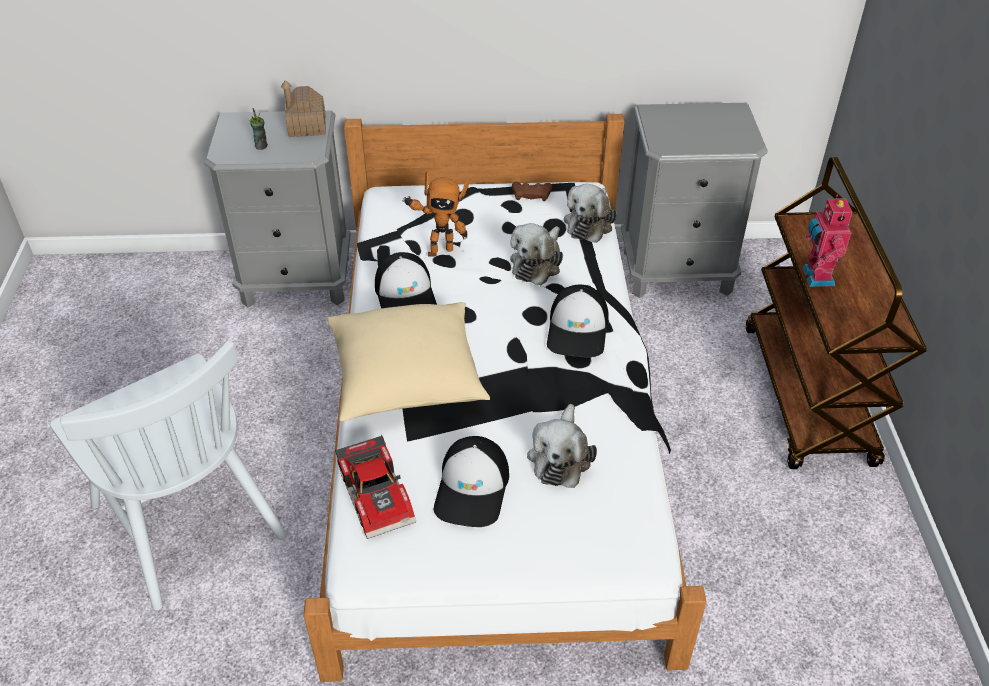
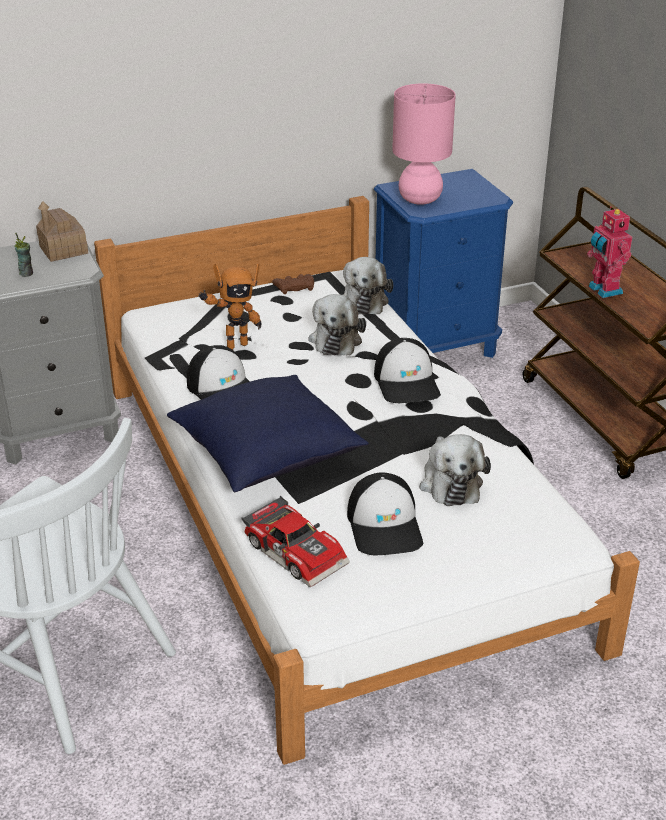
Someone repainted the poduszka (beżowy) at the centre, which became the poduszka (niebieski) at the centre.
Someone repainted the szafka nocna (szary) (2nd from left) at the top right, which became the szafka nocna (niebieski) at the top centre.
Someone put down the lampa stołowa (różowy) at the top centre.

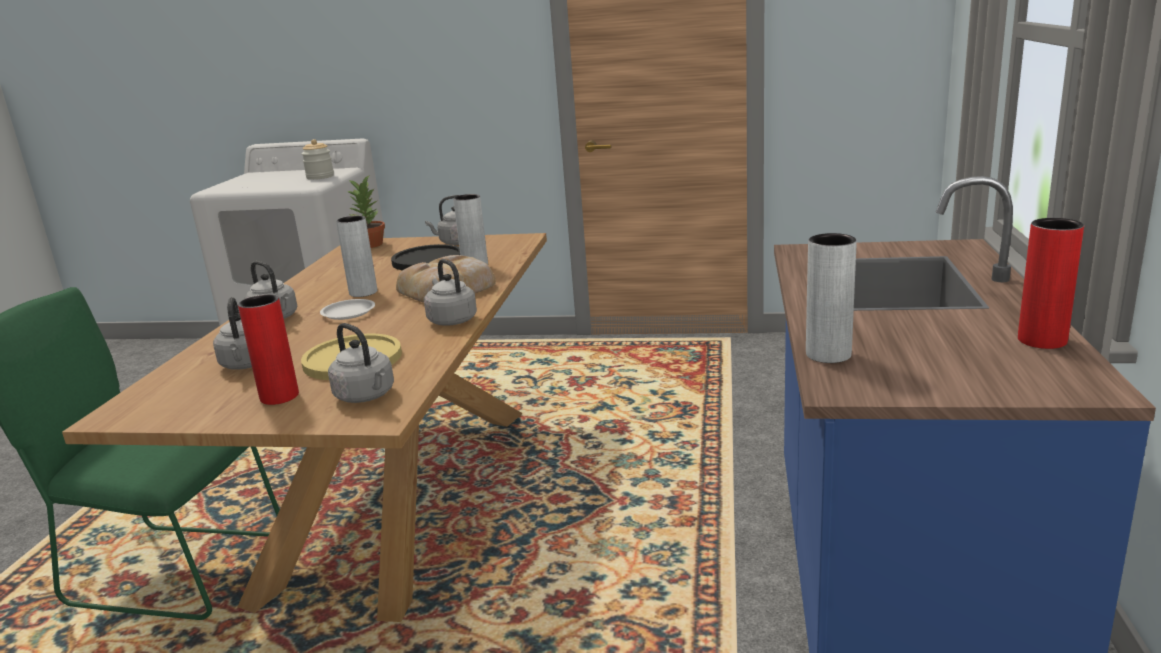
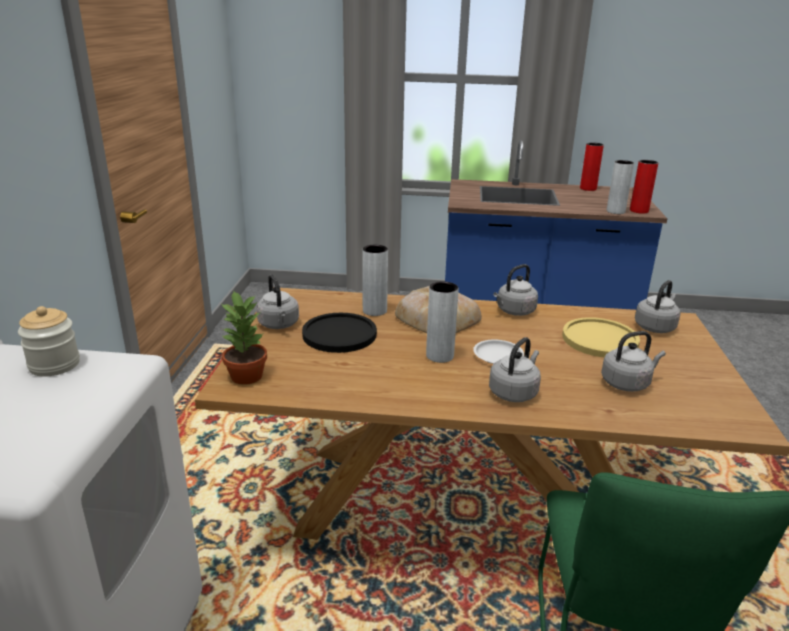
Someone carried the wazon (czerwony) (1st from left in the first image) from the middle left to the top right.

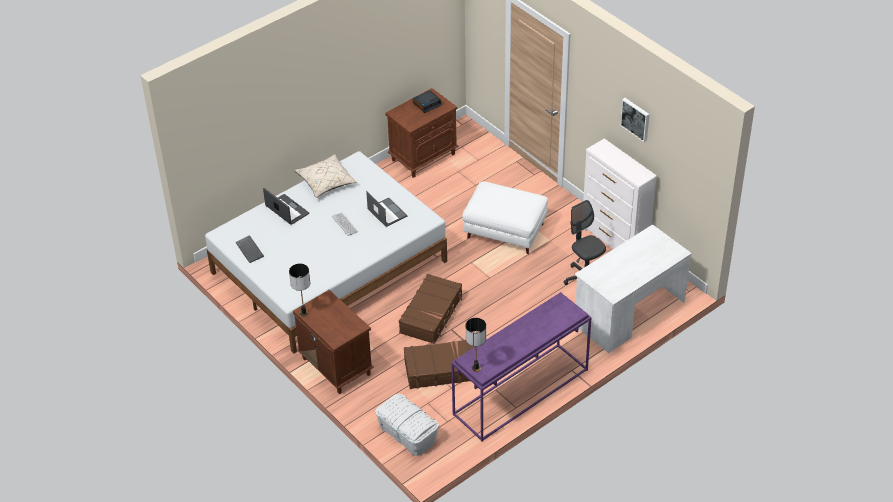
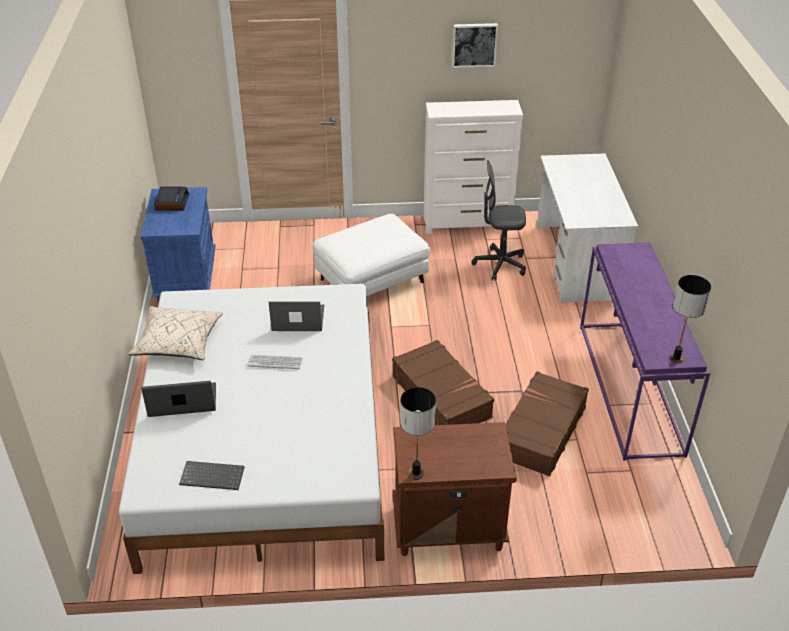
Someone repainted the szafka nocna (brązowy) (2nd from left) at the top centre, which became the szafka nocna (niebieski) at the middle left.
Someone took away the pojemnik do przechowywania (biały) at the bottom centre.

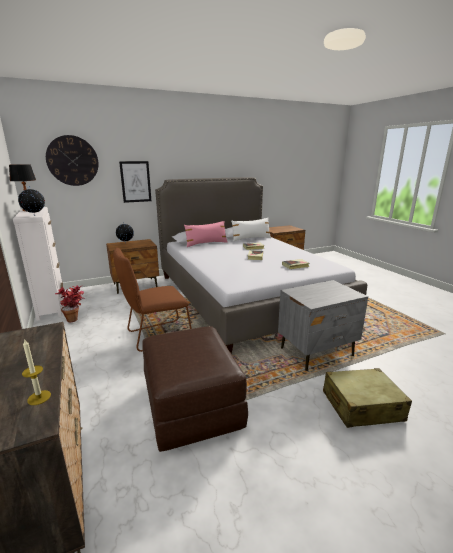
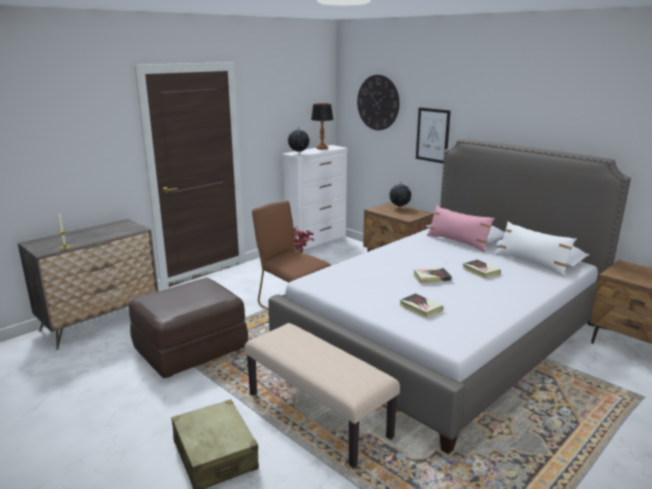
Someone swapped the szafka nocna (szary) at the middle right for the ławka (beżowy) at the bottom centre.

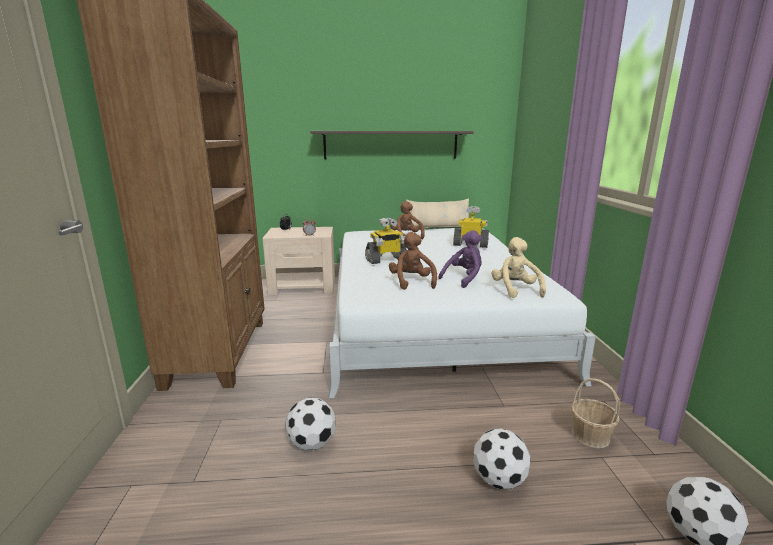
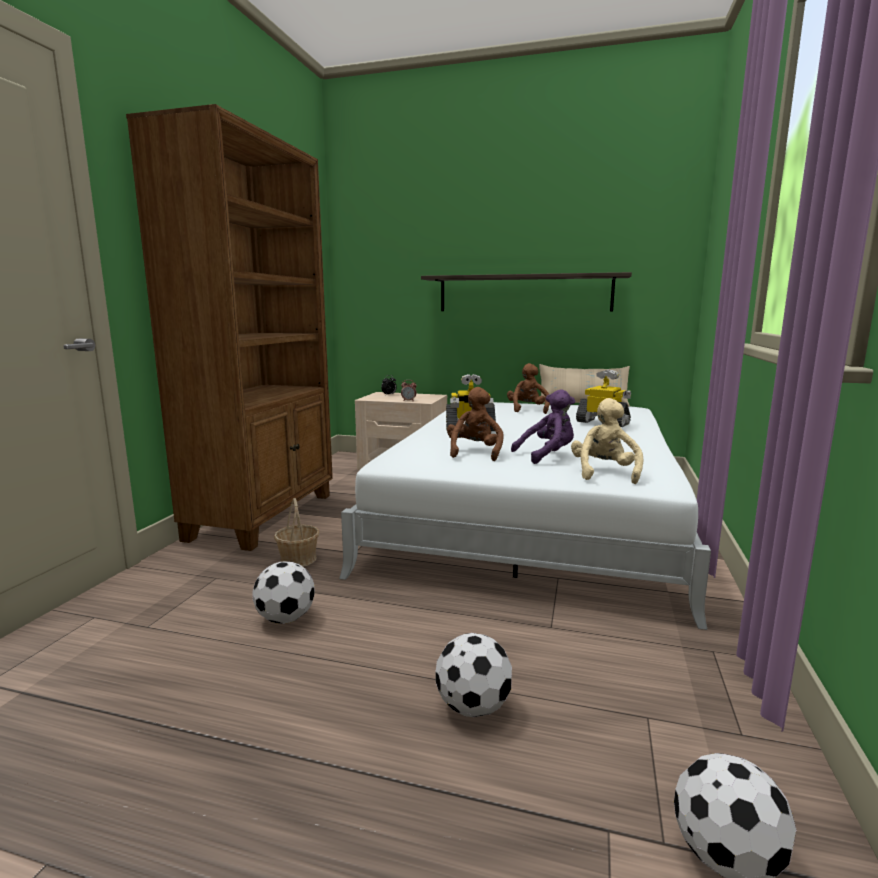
Someone carried the koszyk from the bottom right to the centre.

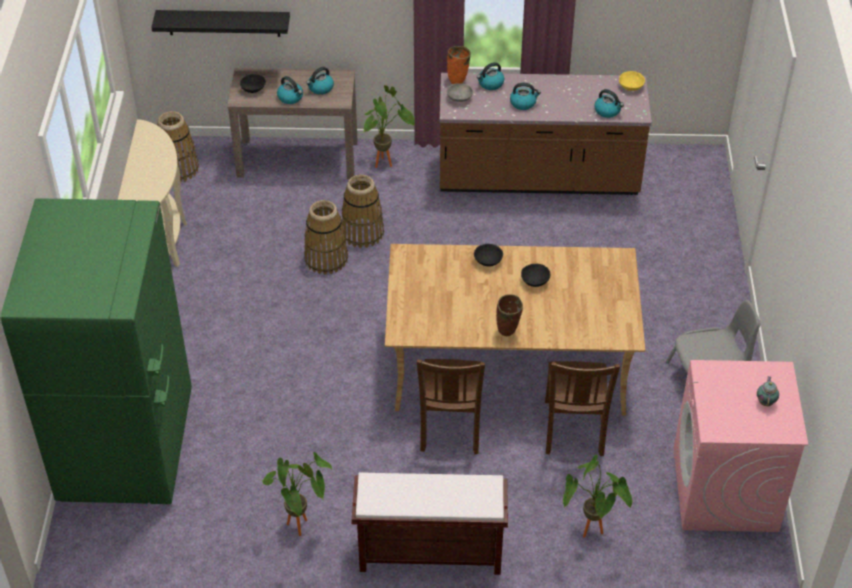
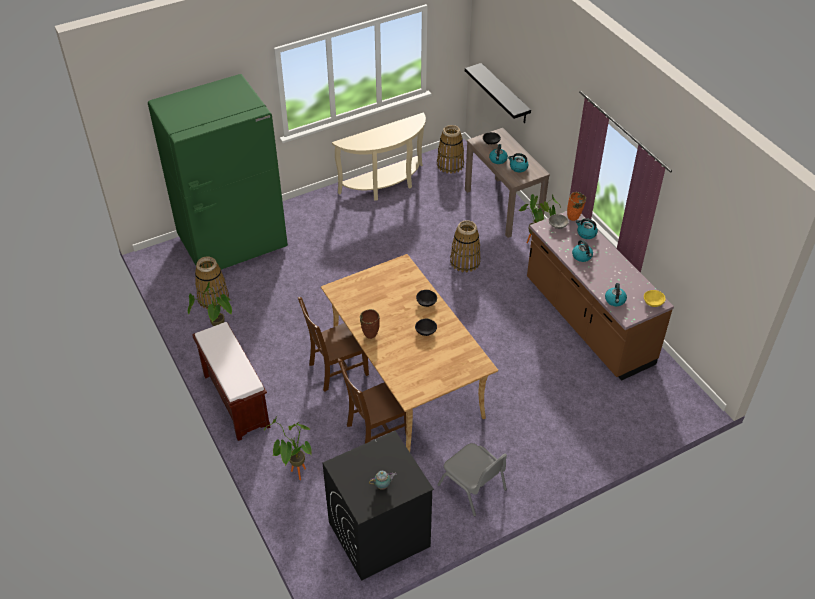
Someone carried the koszyk (2nd from left in the first image) from the centre to the middle left.
Someone repainted the pralka (różowy) at the bottom right, which became the pralka (czarny) at the bottom centre.

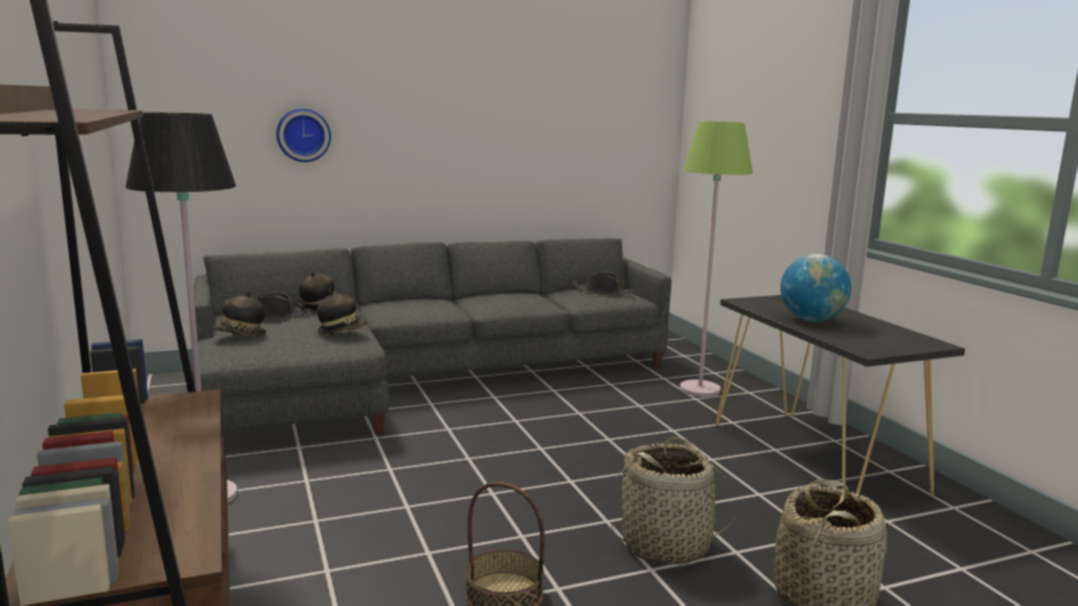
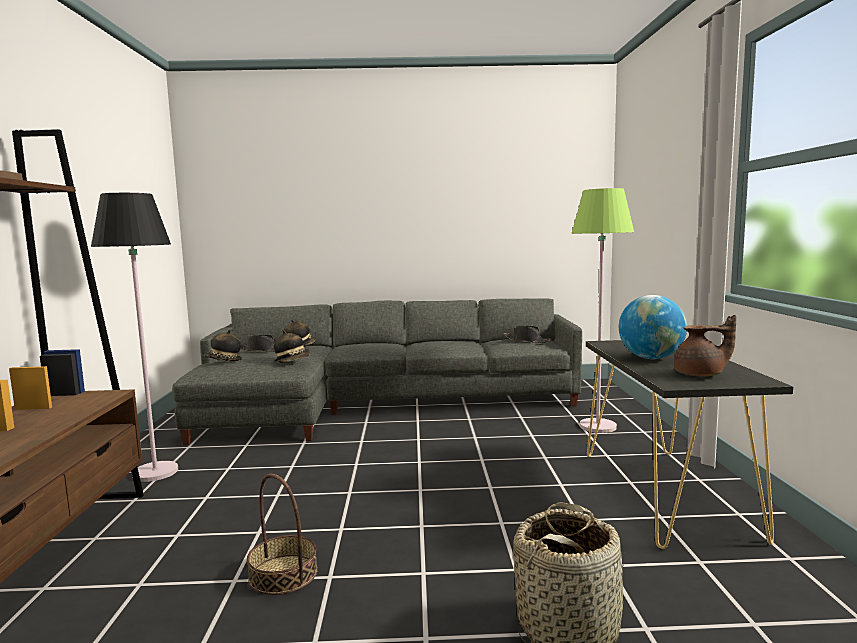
Someone put down the imbryk (brązowy) at the middle right.
Someone took away the zegar ścienny at the top left.
Someone took away the koszyk (2nd from left) at the bottom centre.

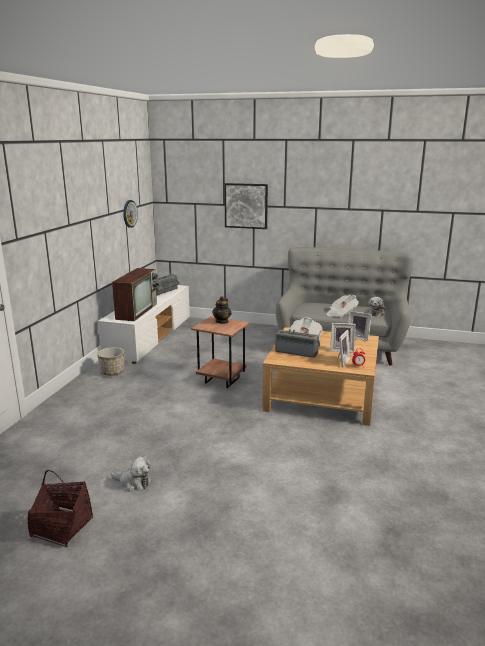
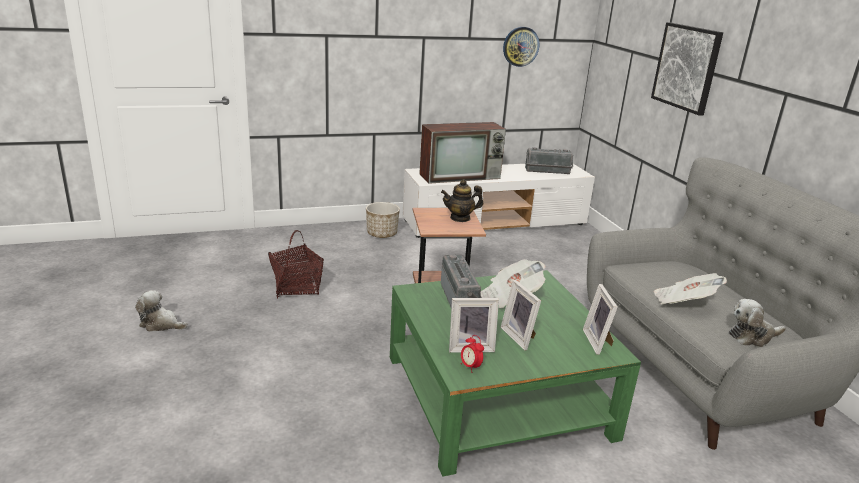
Someone rotated the pluszak (1st from left) at the bottom left by 120 degrees clockwise.
Someone carried the koszyk from the bottom left to the centre.
Someone repainted the ława (beżowy) at the centre, which became the ława (zielony) at the bottom centre.

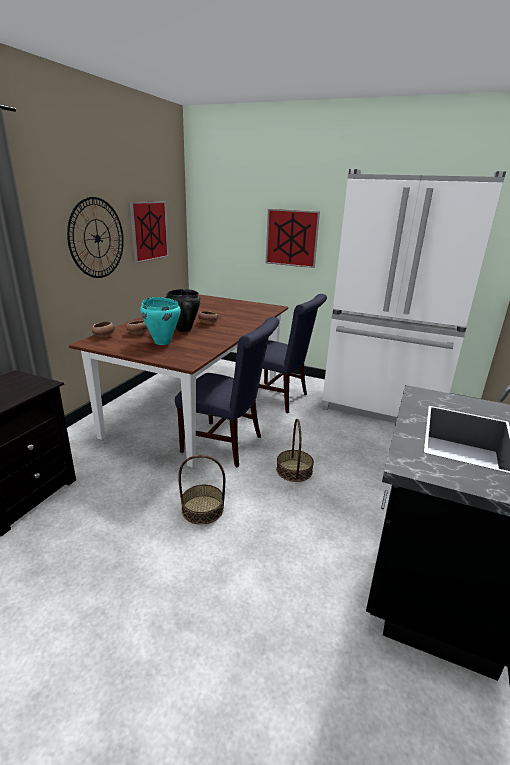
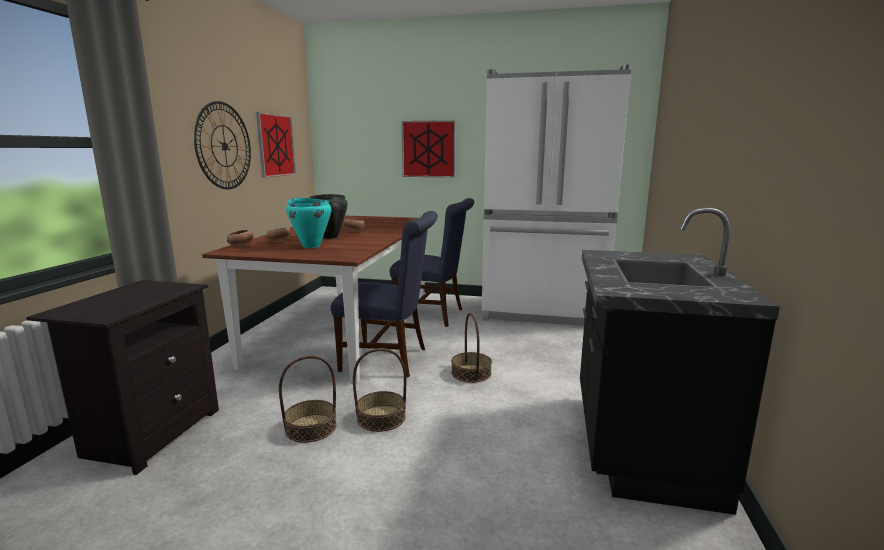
Someone put down the koszyk (1st from left) at the bottom centre.

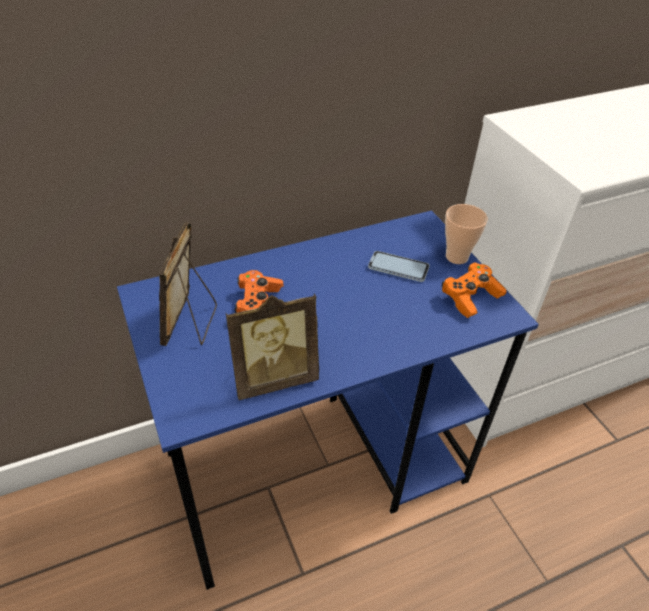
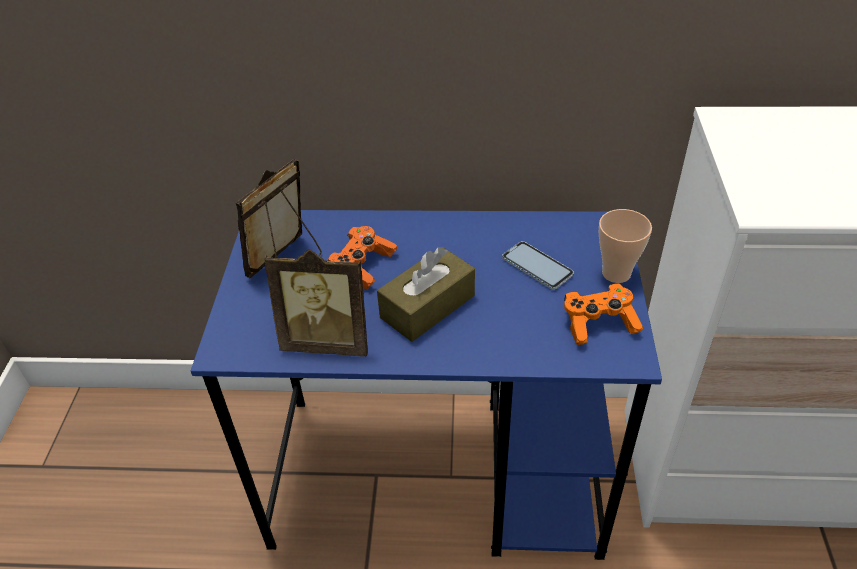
Someone put down the pudełko chusteczek (brązowy) at the centre.

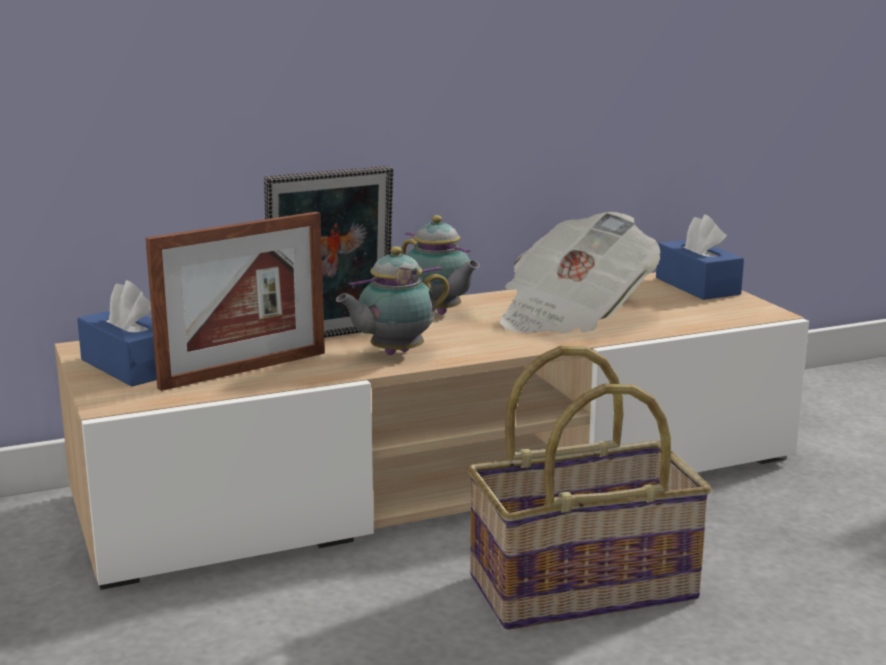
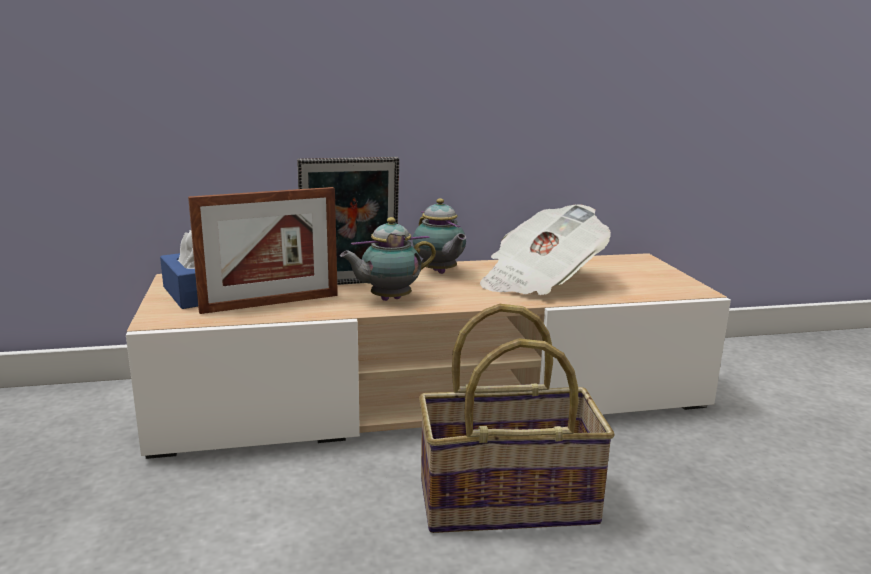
Someone took away the pudełko chusteczek (niebieski) (2nd from left) at the middle right.

